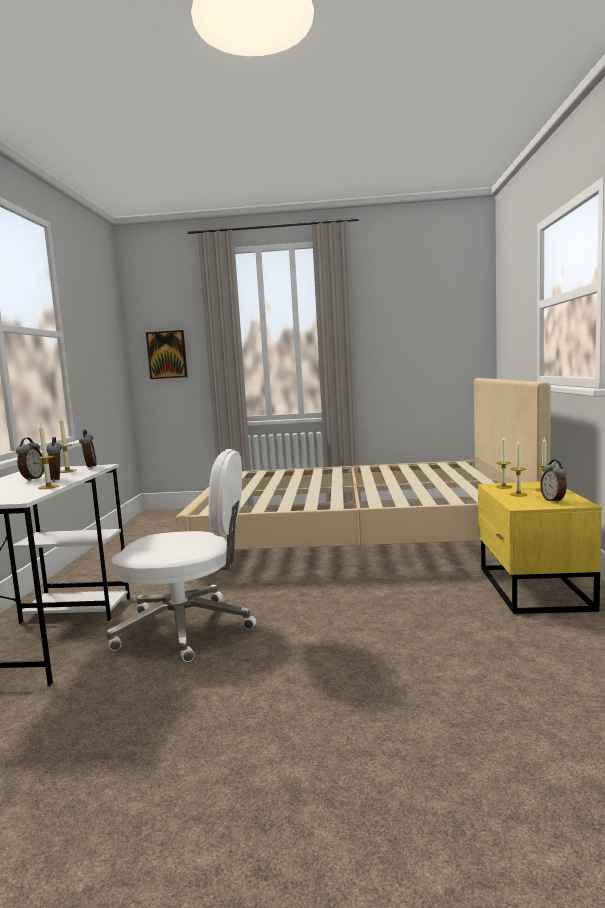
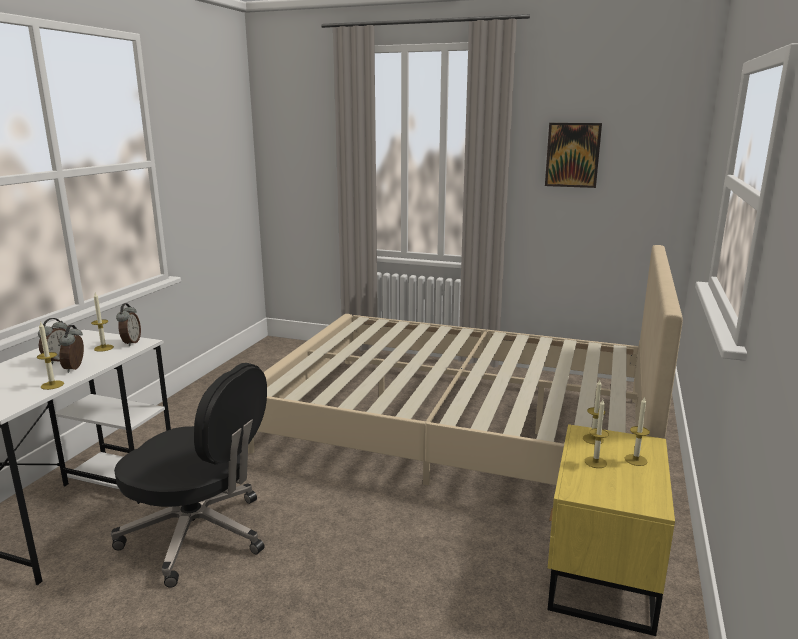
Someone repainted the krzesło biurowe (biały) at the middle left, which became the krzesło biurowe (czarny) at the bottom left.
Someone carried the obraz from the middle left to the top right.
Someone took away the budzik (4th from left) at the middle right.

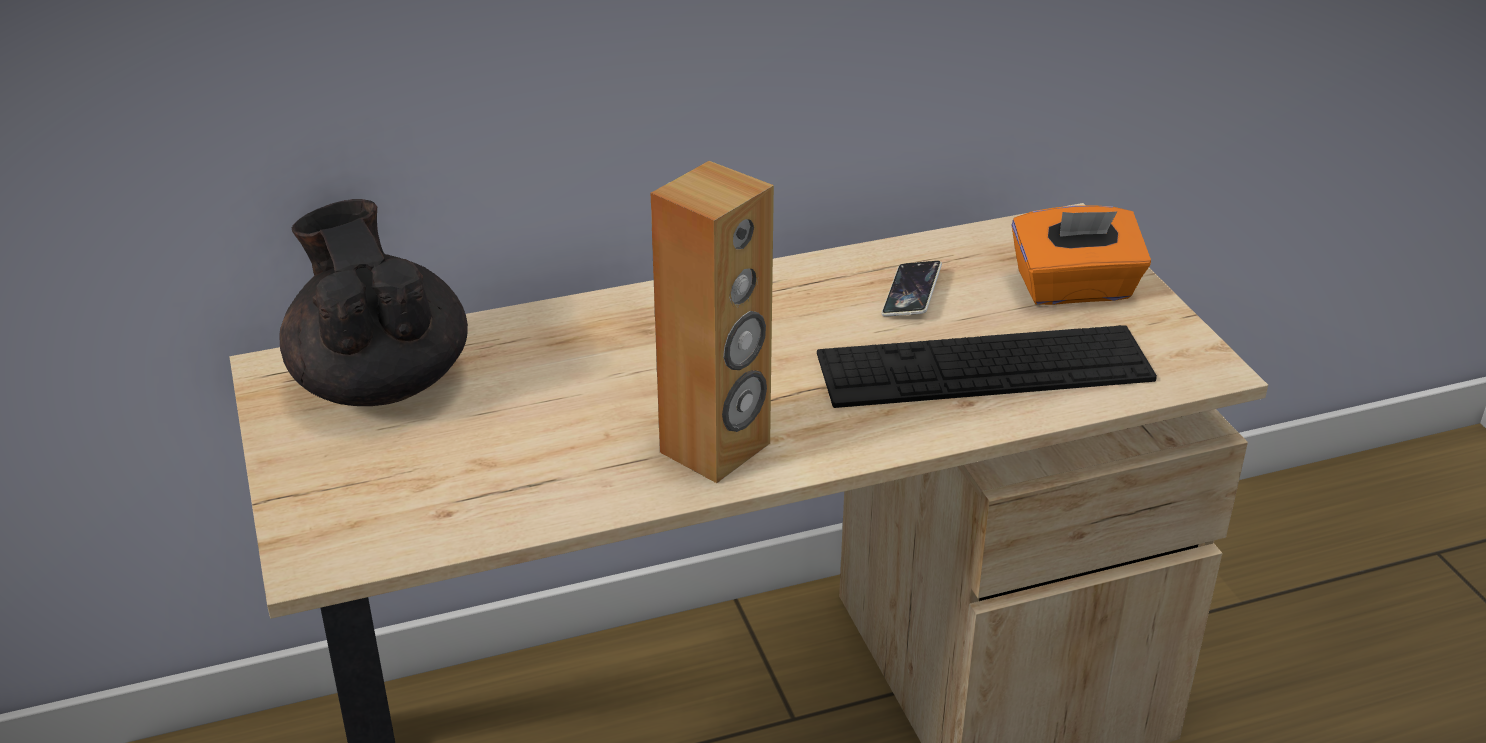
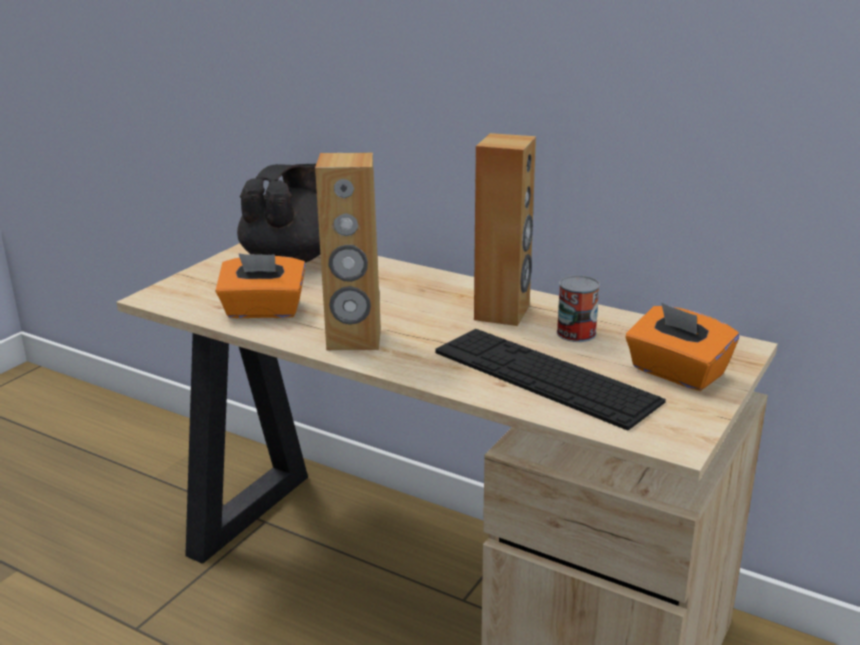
Someone put down the pudełko chusteczek (pomarańczowy) (1st from left) at the middle left.
Someone put down the głośnik (brązowy) (2nd from left) at the centre.
Someone swapped the telefon at the centre for the puszka at the middle right.

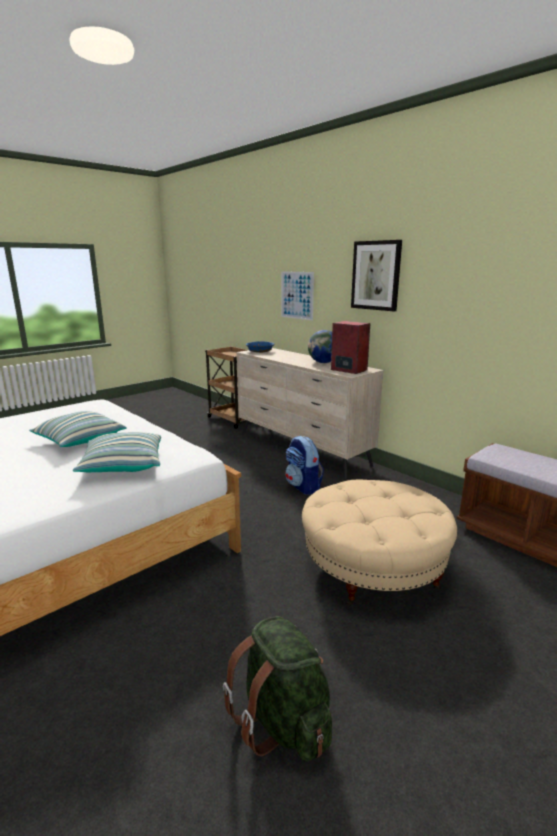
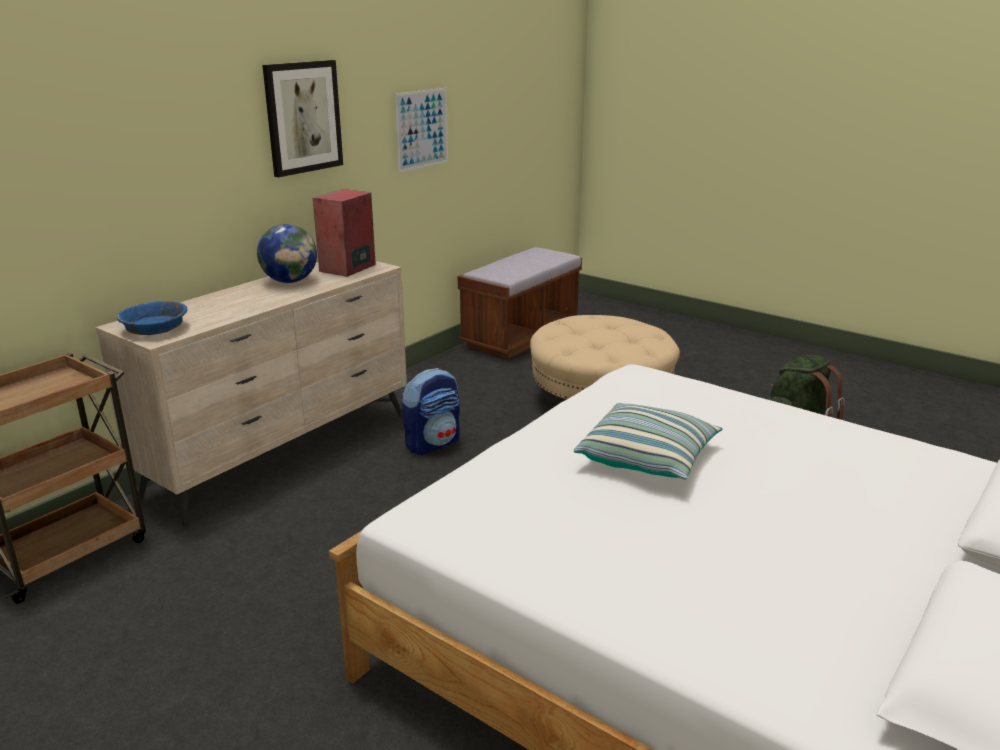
Someone carried the obraz (1st from left in the first image) from the centre to the top centre.
Someone took away the poduszka (2nd from left) at the middle left.

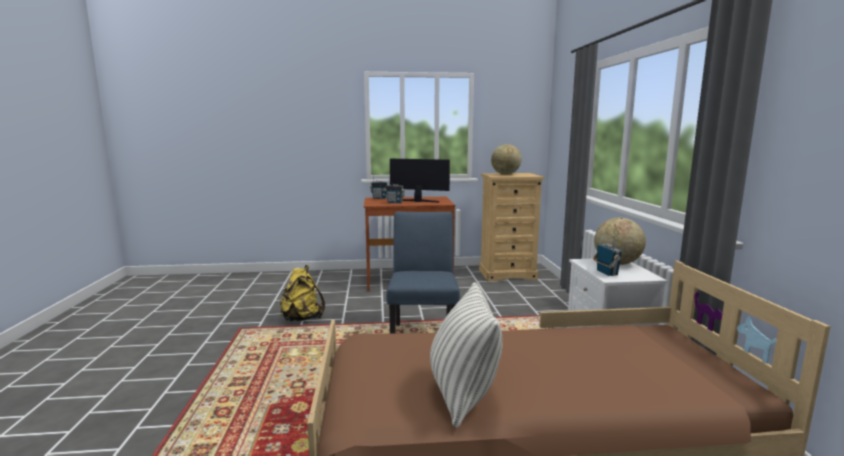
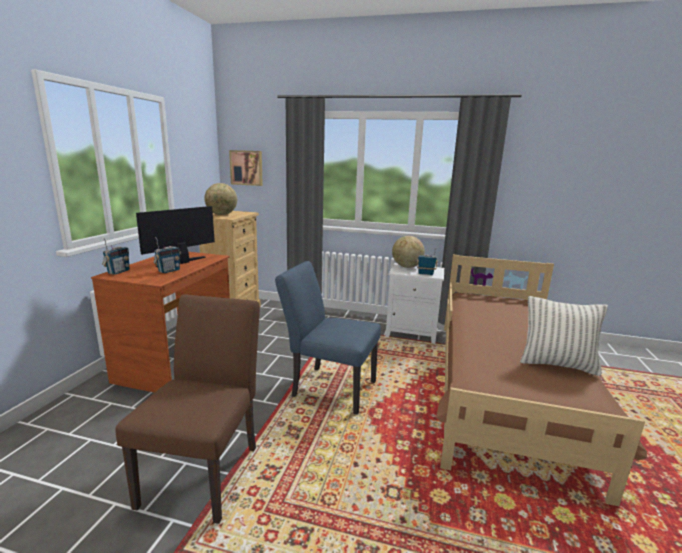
Someone swapped the plecak (żółty) at the centre for the krzesło (brązowy) at the bottom left.
Someone put up the obraz at the top centre.

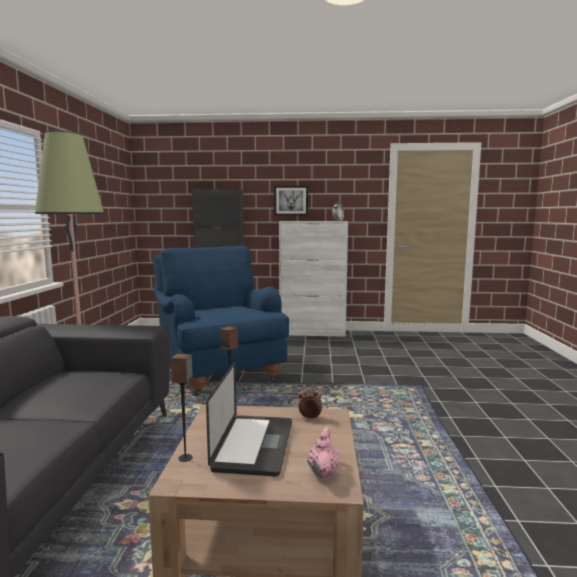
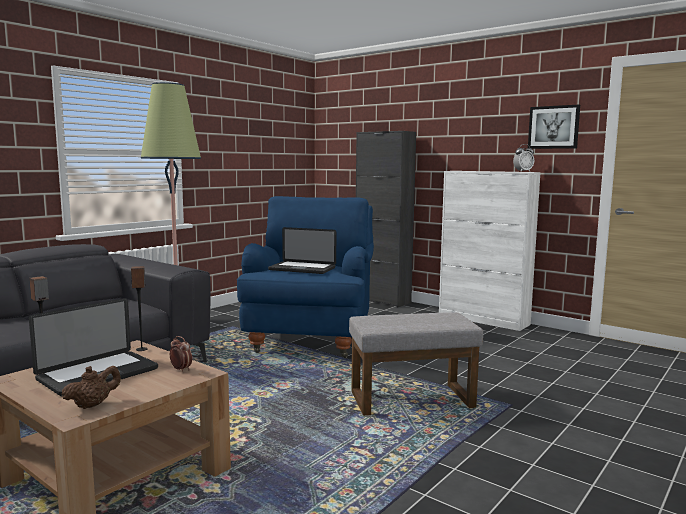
Someone repainted the imbryk (różowy) at the bottom centre, which became the imbryk (brązowy) at the bottom left.
Someone put down the laptop (2nd from left) at the centre.
Someone put down the pufa (szary) at the bottom centre.
Someone carried the obraz from the centre to the top right.

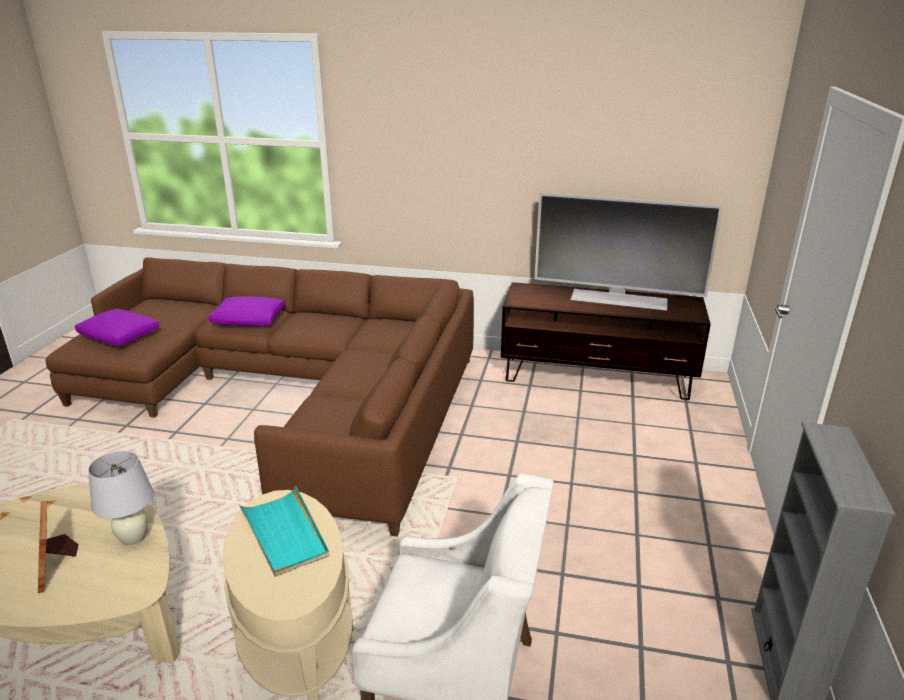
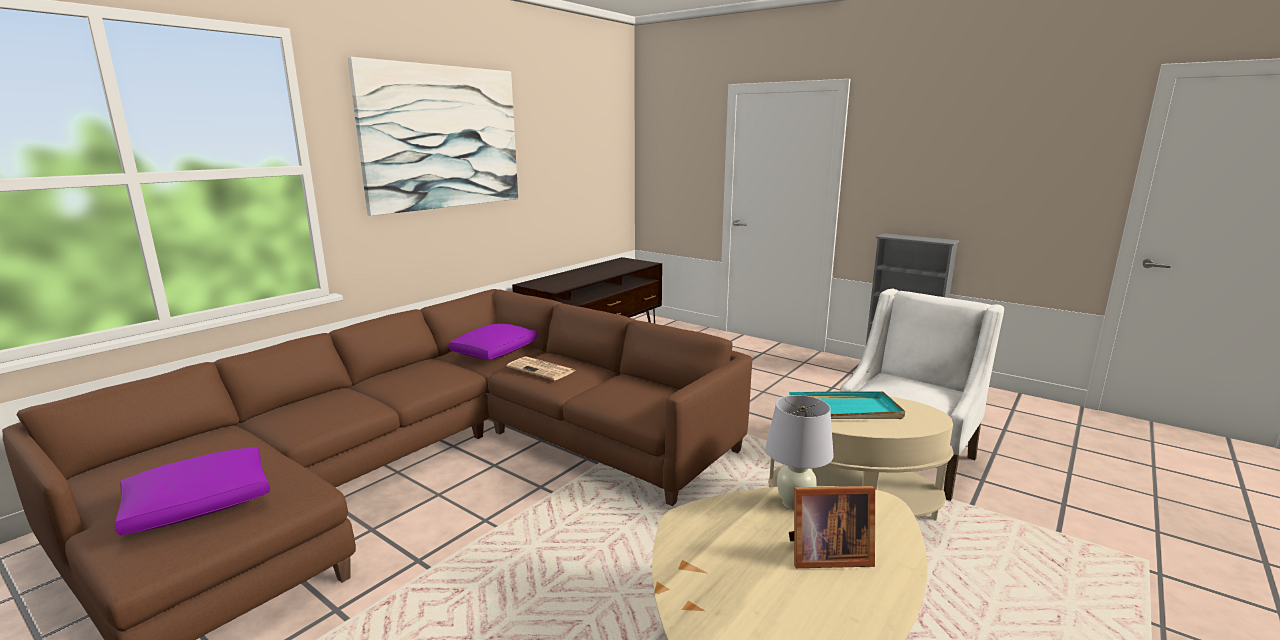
Someone put up the obraz at the top centre.
Someone carried the poduszka (fioletowy) (2nd from left) from the middle left to the centre.
Someone put down the gazeta at the centre.
Someone took away the telewizor at the middle right.

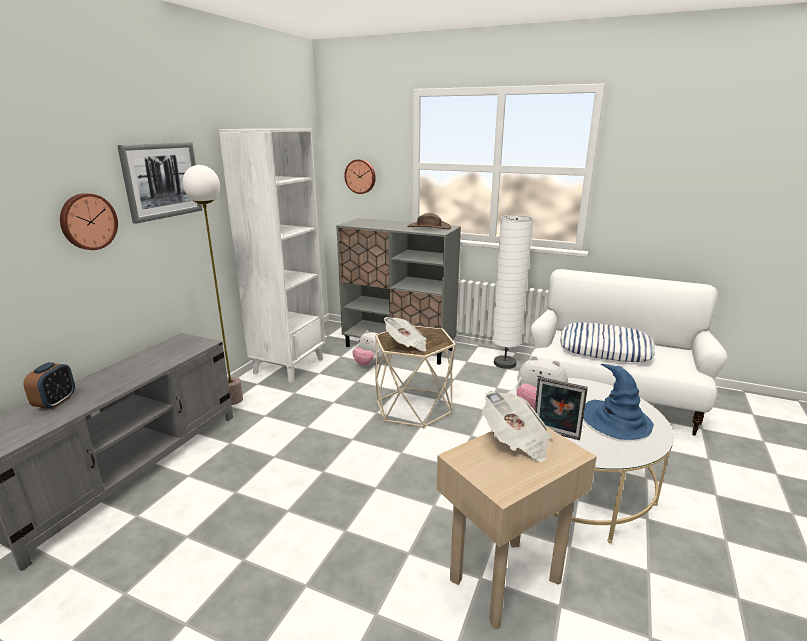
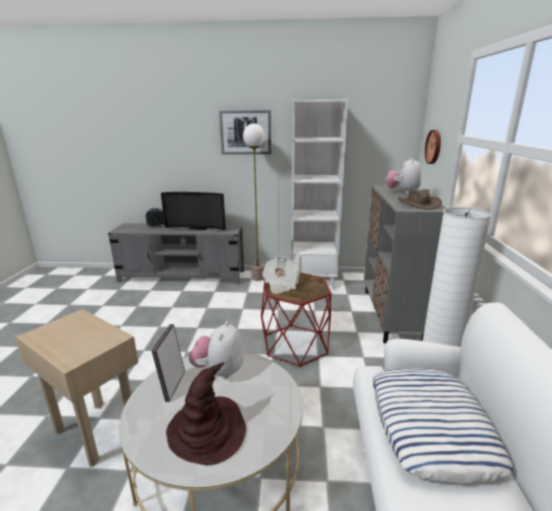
Someone put down the telewizor at the centre.
Someone repainted the kapelusz (niebieski) at the middle right, which became the kapelusz (brązowy) (1st from left) at the bottom centre.
Someone repainted the stolik (beżowy) (1st from left) at the centre, which became the stolik (czerwony) at the centre.
Someone carried the pluszak (1st from left in the first image) from the centre to the middle right.
Someone took away the zegar ścienny (1st from left) at the middle left.
Someone took away the gazeta (2nd from left) at the centre.

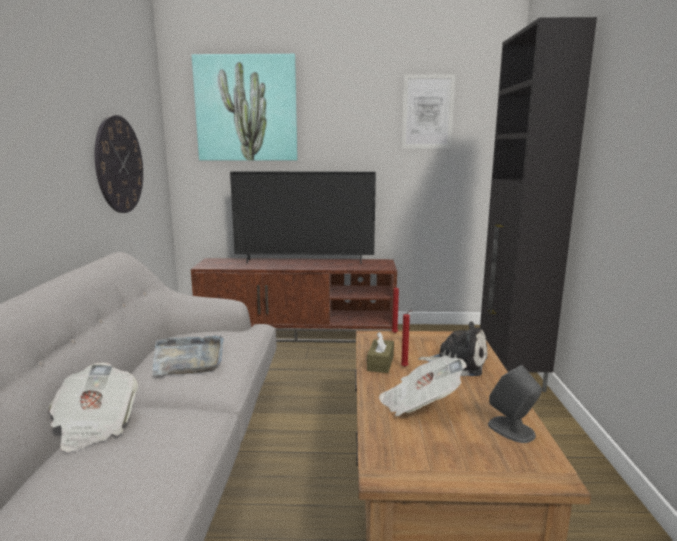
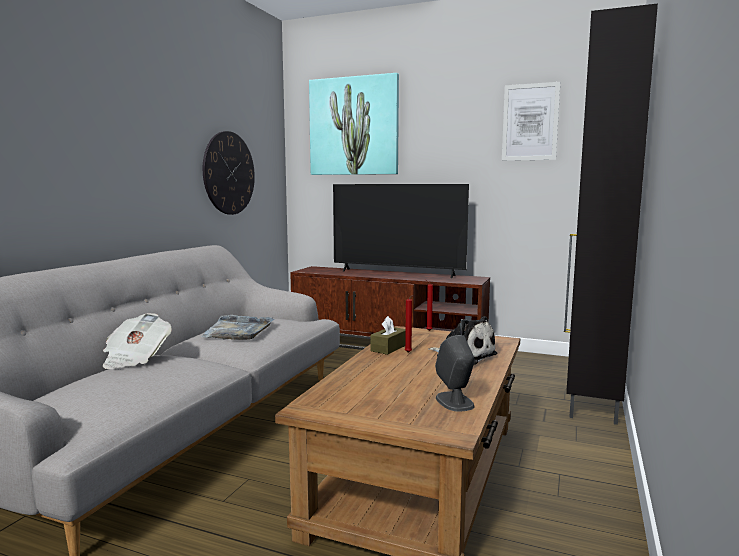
Someone took away the gazeta (2nd from left) at the bottom centre.

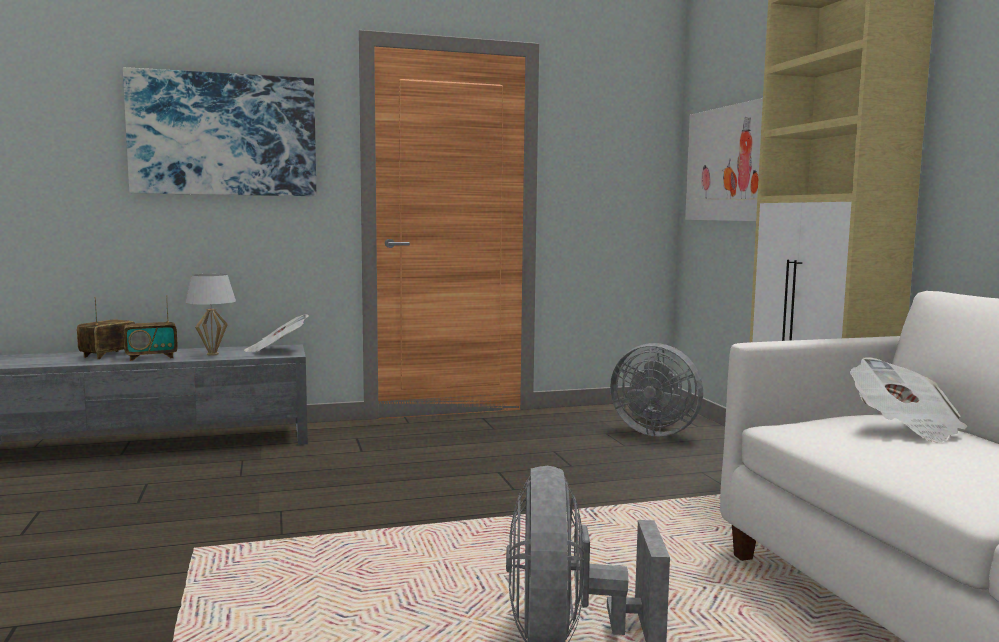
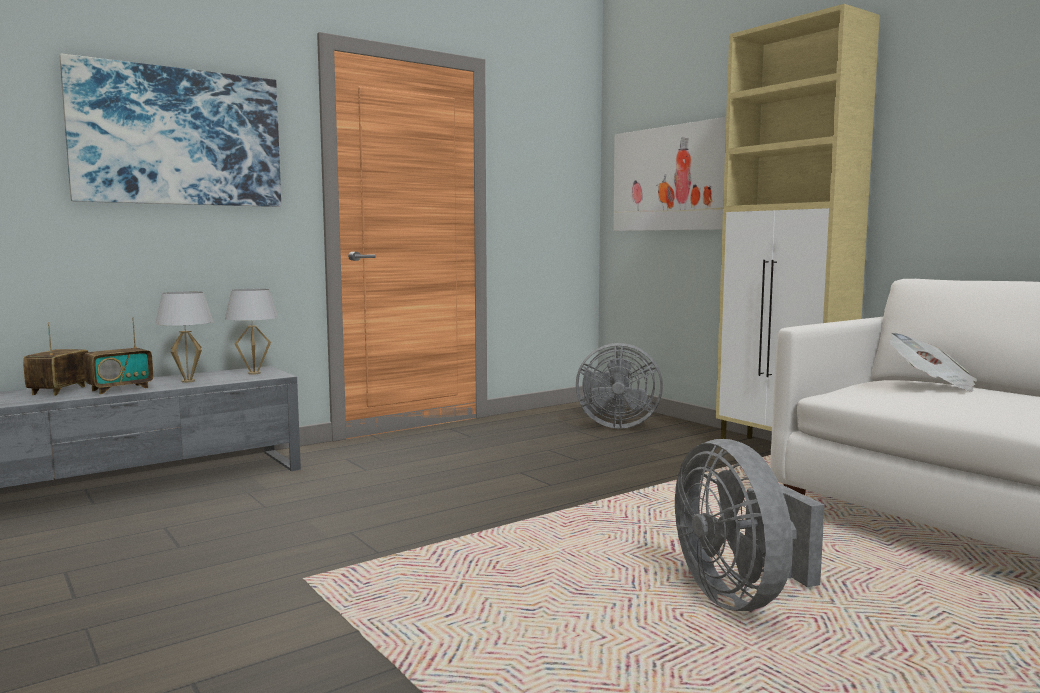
Someone swapped the gazeta (1st from left) at the middle left for the lampa stołowa (biały) (2nd from left) at the middle left.

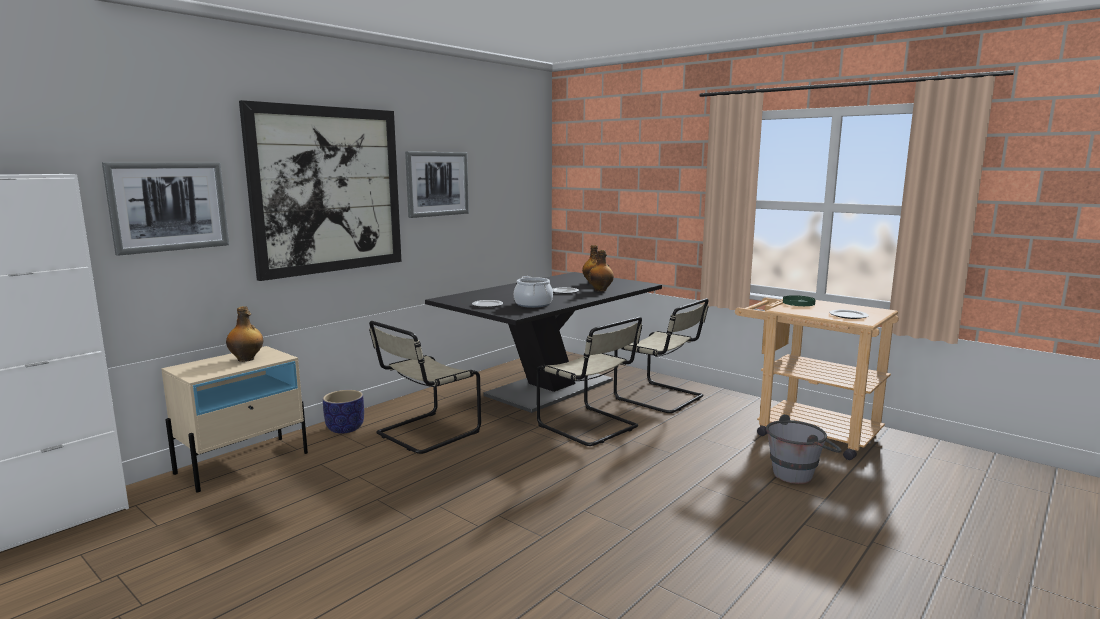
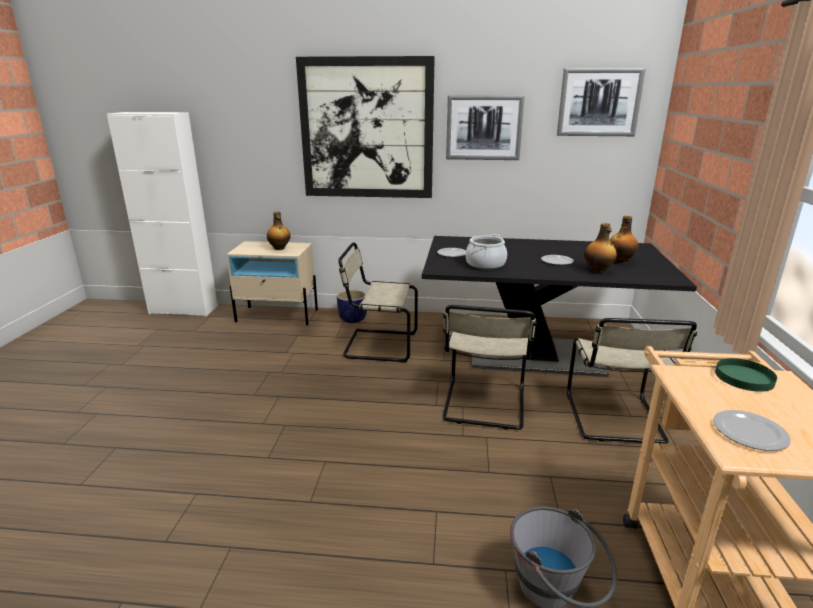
Someone carried the obraz (1st from left in the first image) from the middle left to the top right.

